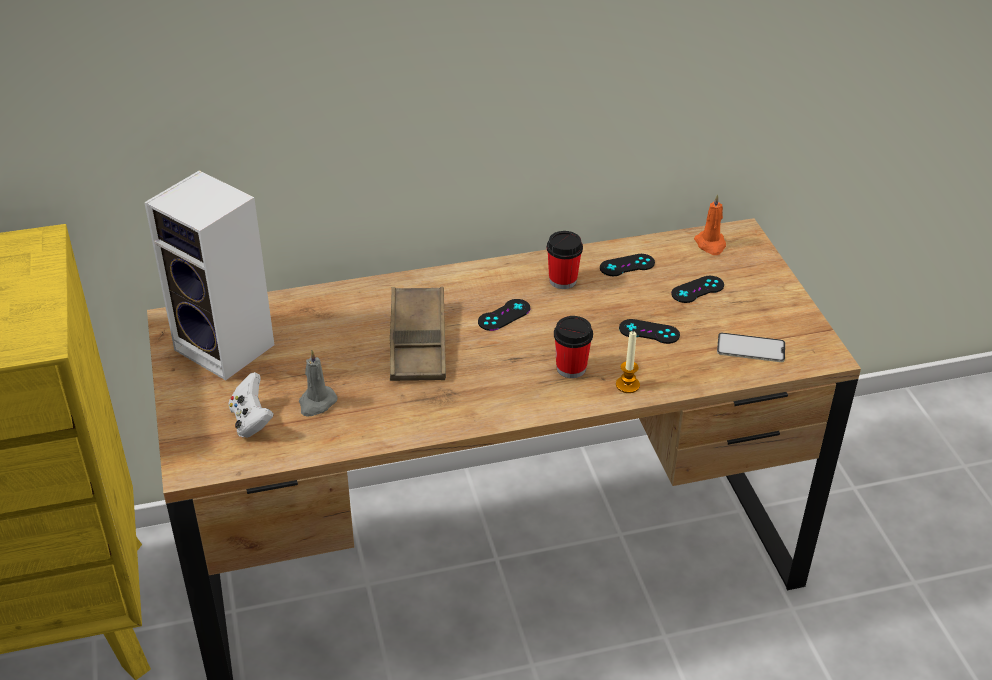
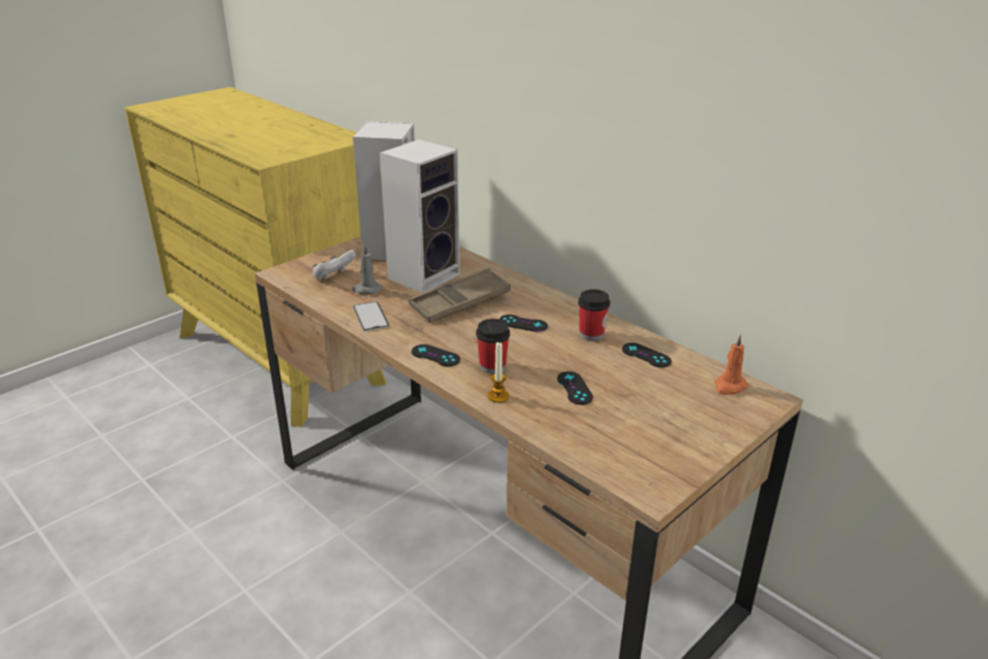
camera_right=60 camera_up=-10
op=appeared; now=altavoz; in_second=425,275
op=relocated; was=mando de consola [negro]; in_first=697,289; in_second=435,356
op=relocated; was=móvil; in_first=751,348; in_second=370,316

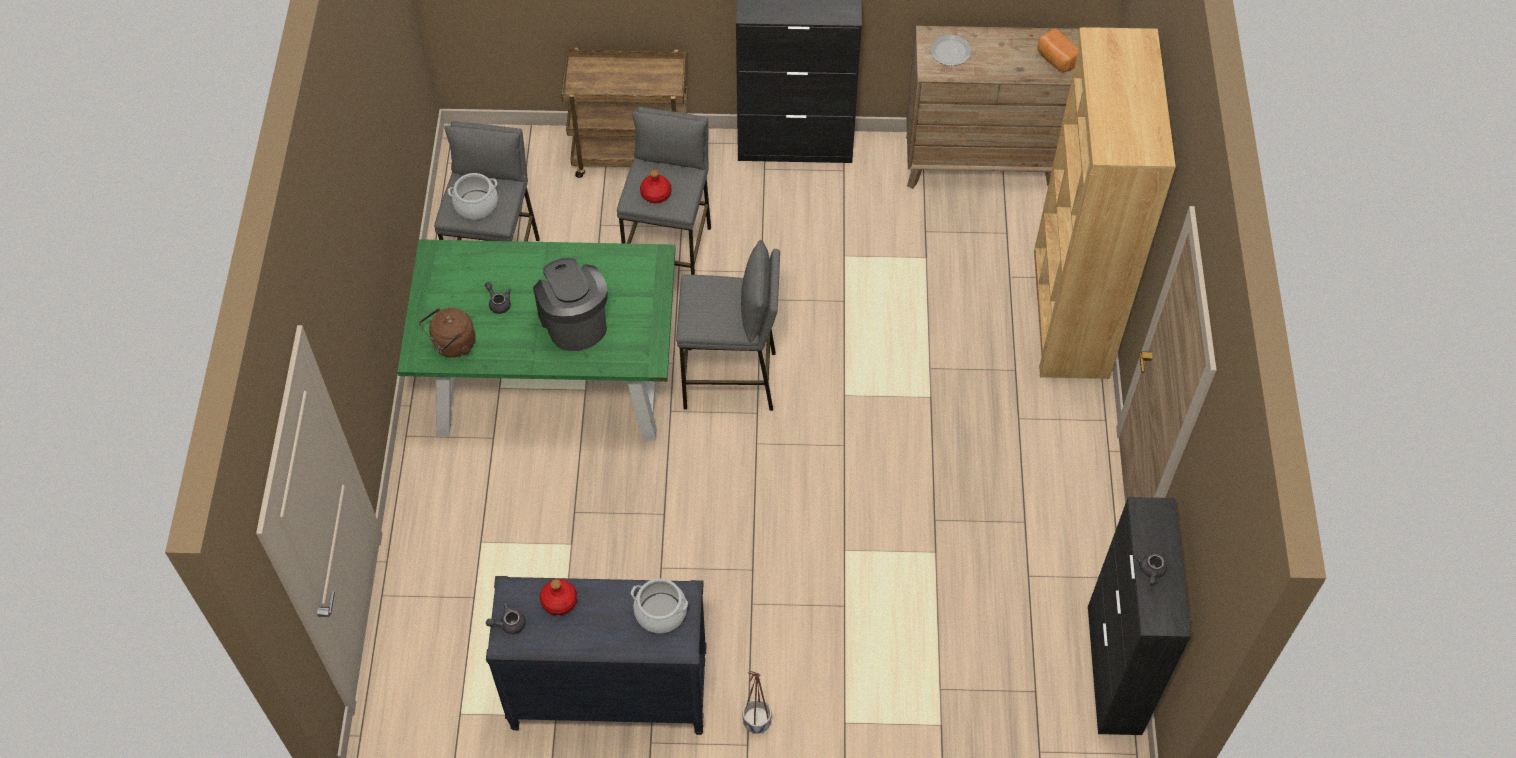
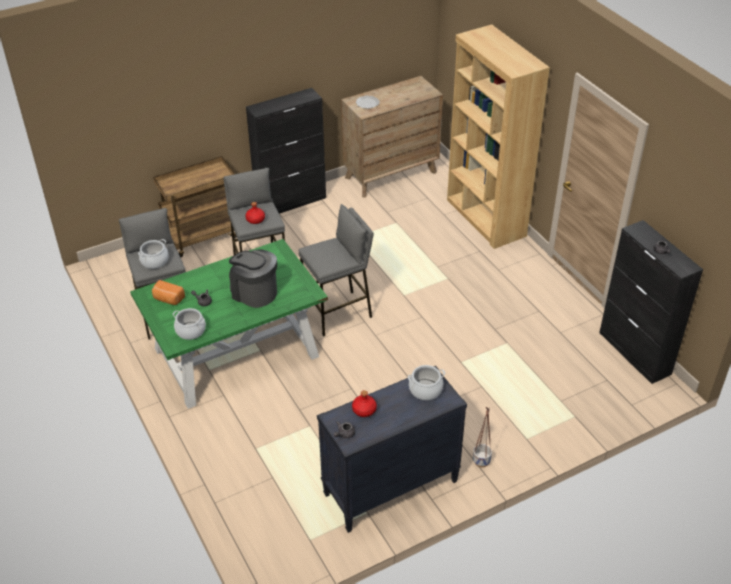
camera_right=-30 camera_up=-15
op=relocated; was=pan; in_first=1056,59; in_second=168,299
op=exchanged; was=hervidor [marrón]; now=olla; in_first=452,345; in_second=190,331

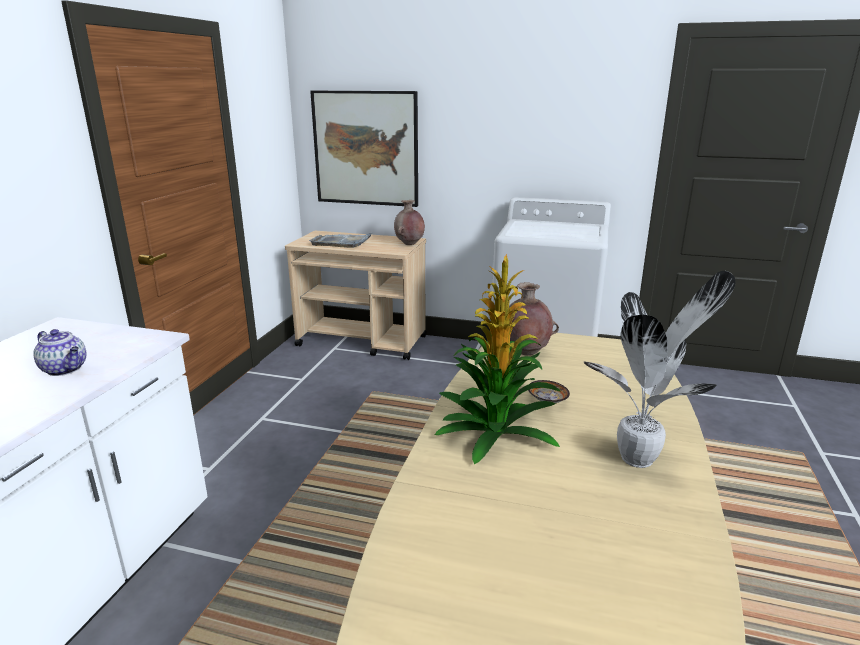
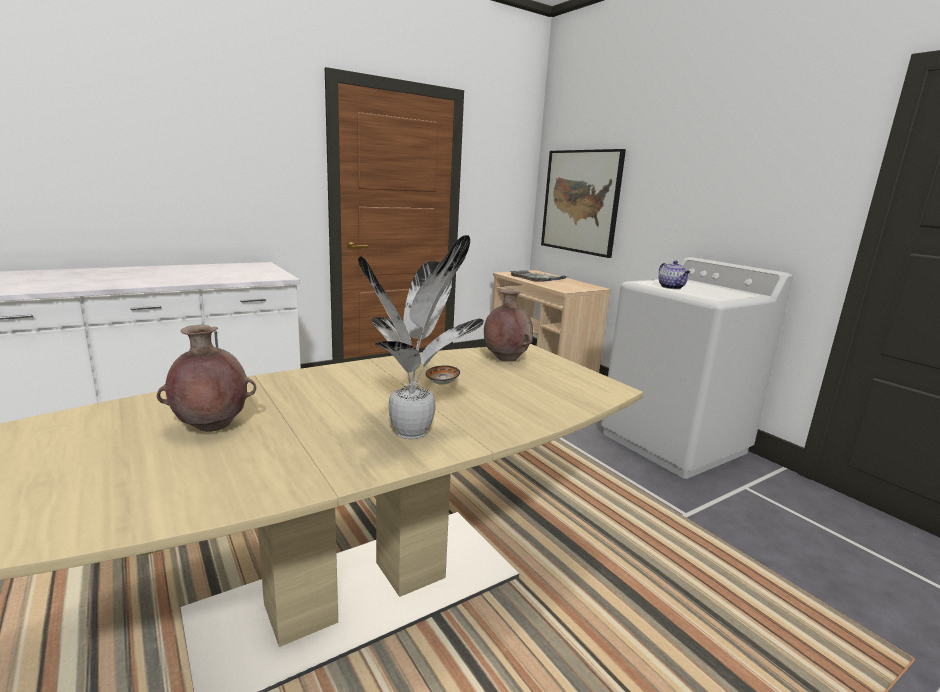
camera_right=40 camera_up=-5
op=missing; was=planta en maceta; in_first=494,432
op=relocated; was=tetera; in_first=65,369; in_second=672,287
op=relocated; was=florero [marrón]; in_first=409,244; in_second=211,427

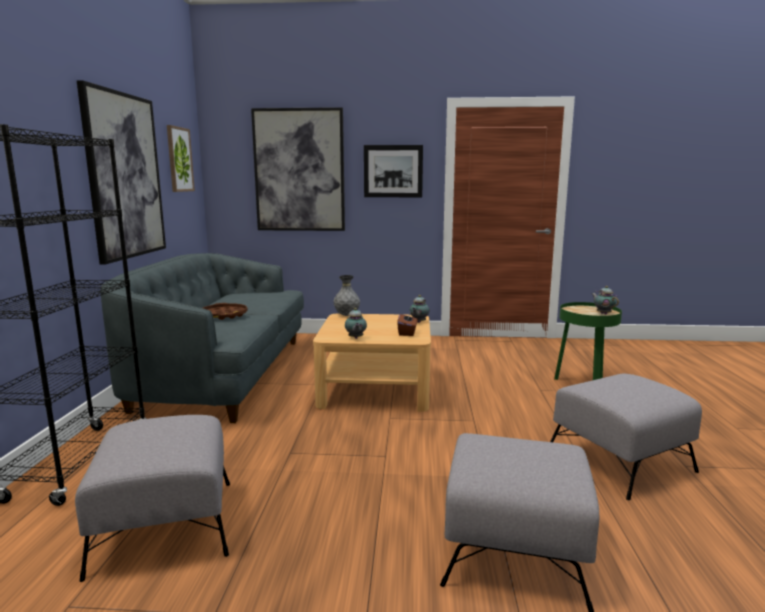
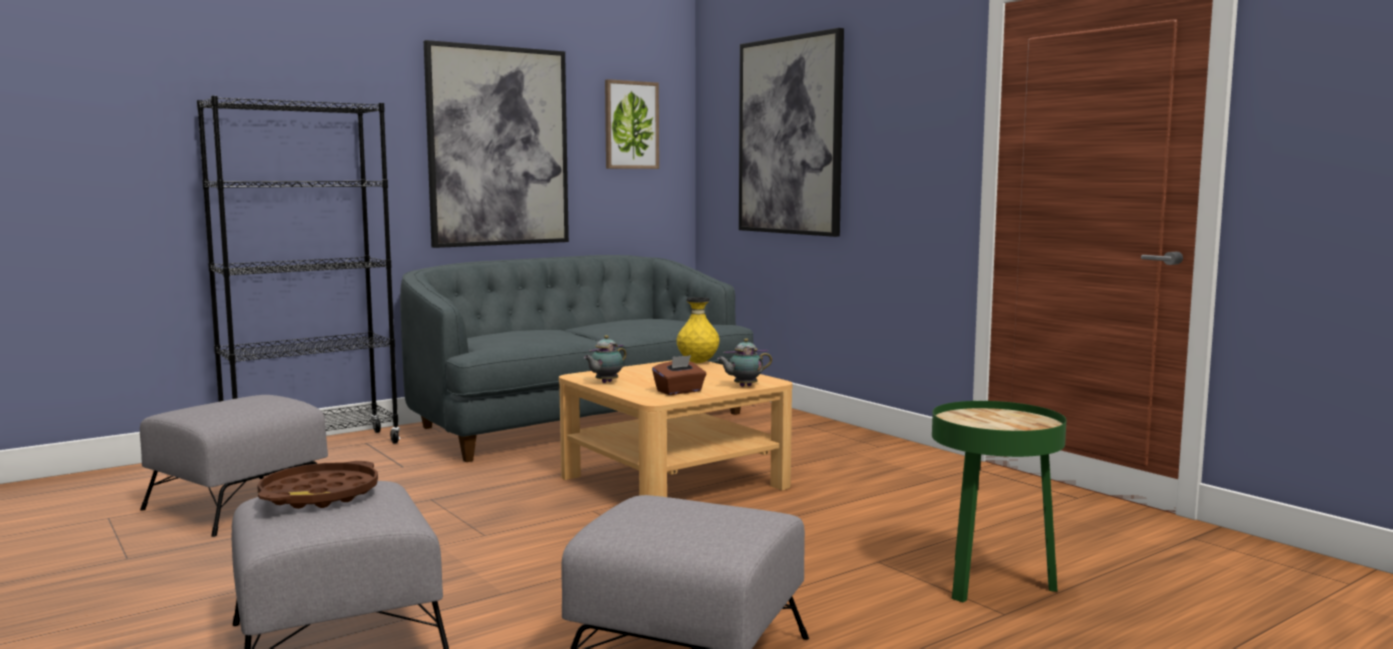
camera_right=50 camera_up=-5
op=missing; was=cuadro; in_first=393,171
op=missing; was=tetera; in_first=603,313
op=relocated; was=bandeja [marrón]; in_first=224,315; in_second=320,495
op=colour; was=florero [gris]; now=florero [amarillo]; in_first=347,315; in_second=698,363

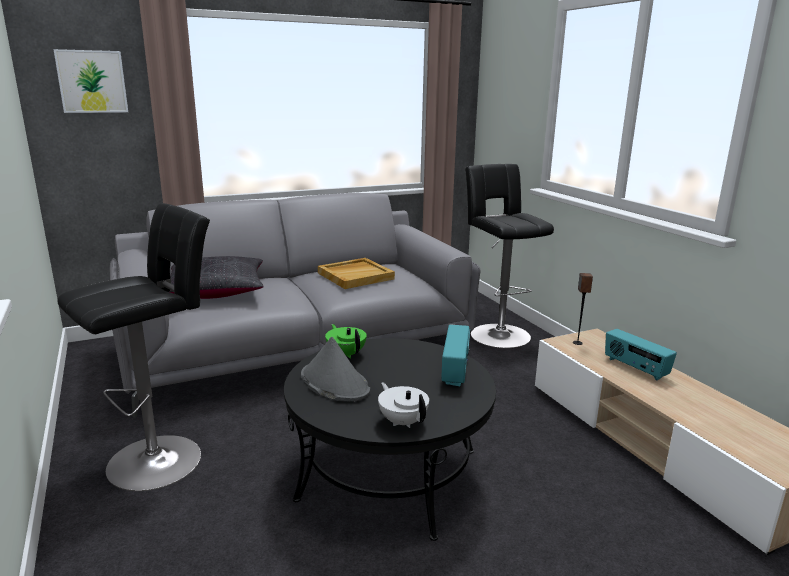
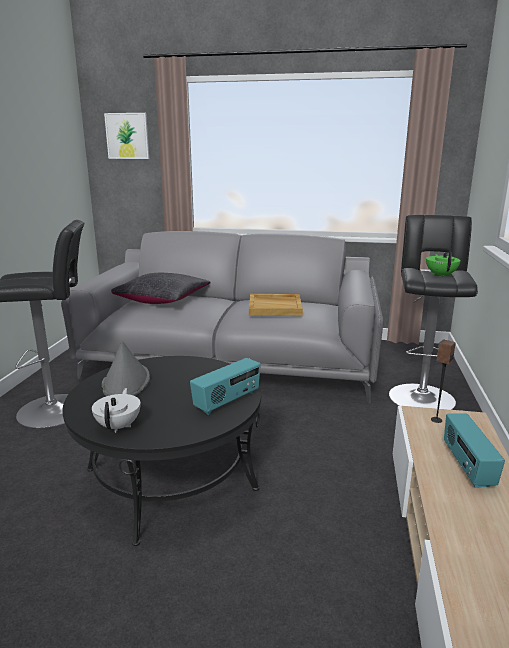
camera_right=35 camera_up=0
op=relocated; was=tetera [verde]; in_first=346,354; in_second=441,275

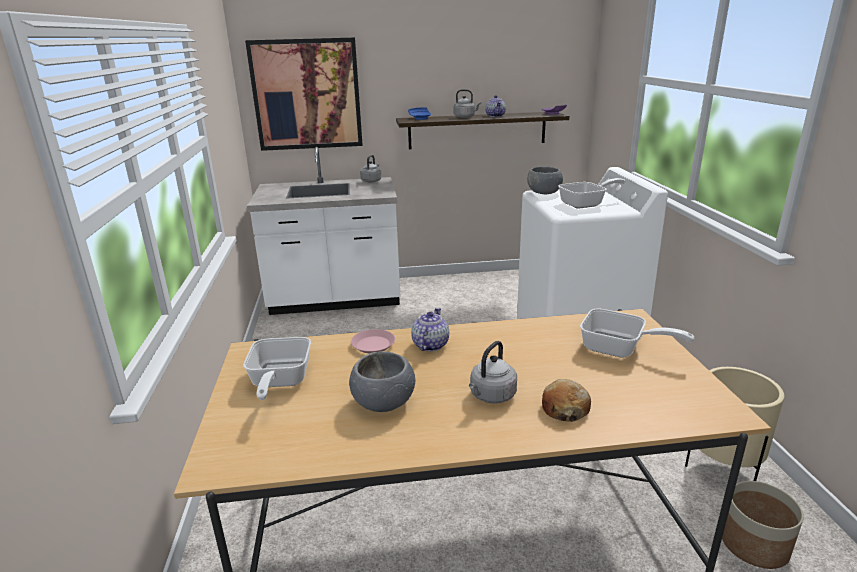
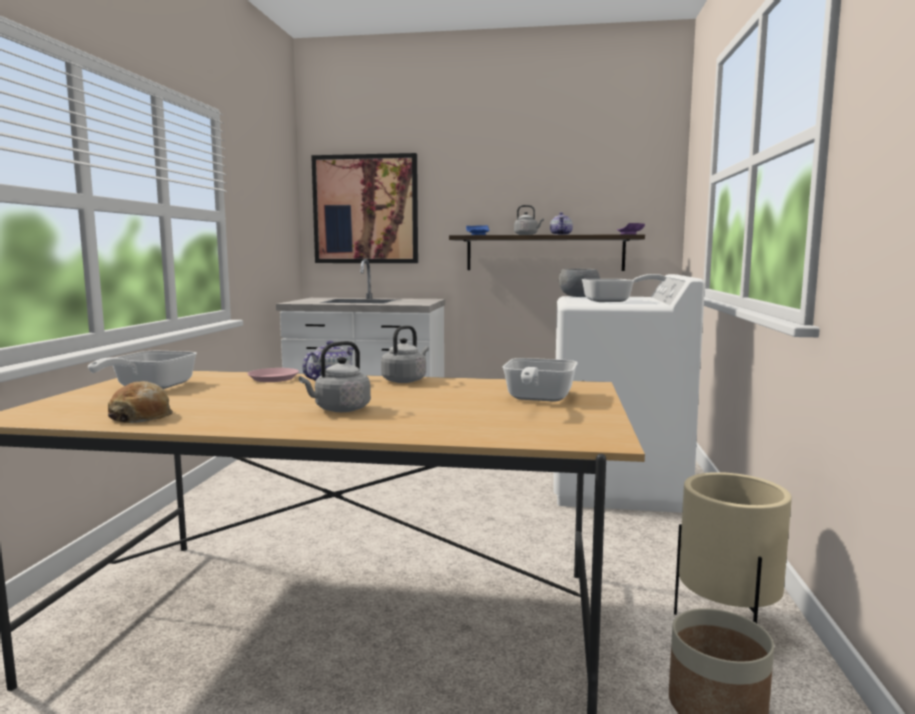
camera_right=15 camera_up=-15
op=missing; was=cuenco [gris]; in_first=384,402
op=relocated; was=hervidor [gris]; in_first=371,181; in_second=405,380
op=relocated; was=pan; in_first=564,408; in_second=141,416
op=spun; was=sartén; in_first=619,349; in_second=537,399; clockwise=60

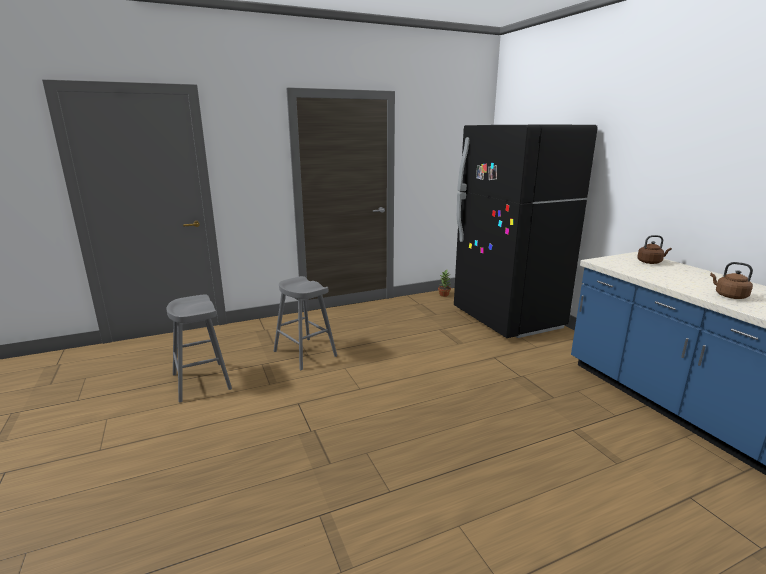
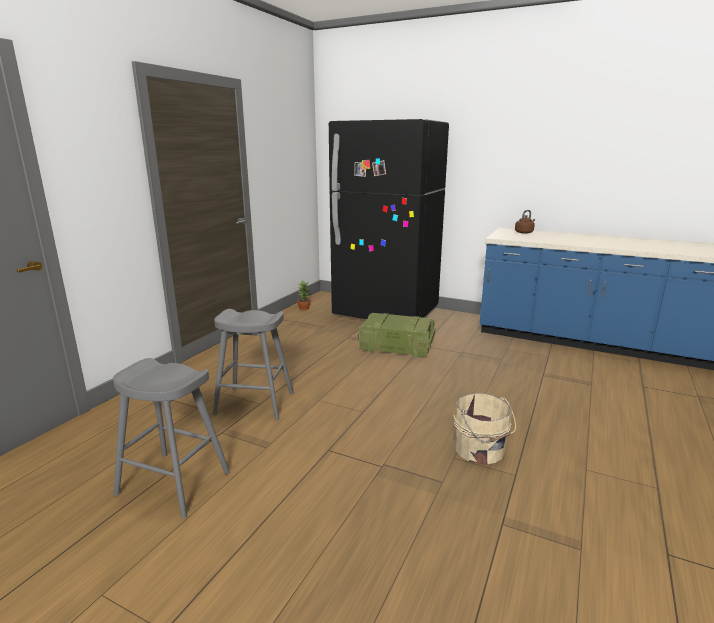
camera_right=-40 camera_up=0
op=missing; was=hervidor [marrón]; in_first=729,296
op=appeared; now=caja de embalaje; in_second=397,347
op=appeared; now=cubo [beis]; in_second=480,451

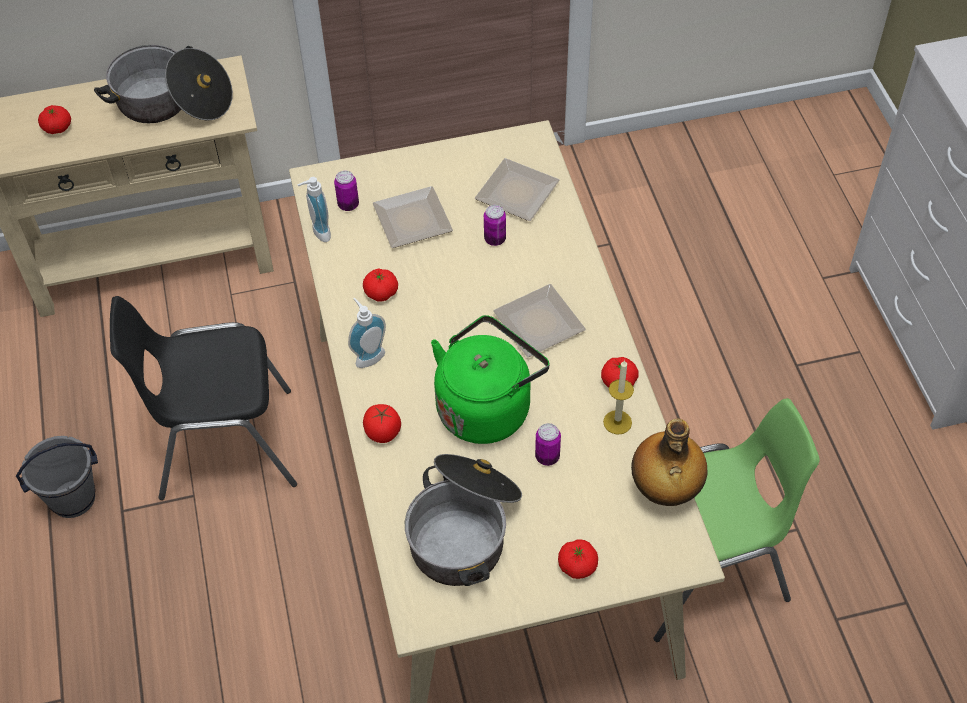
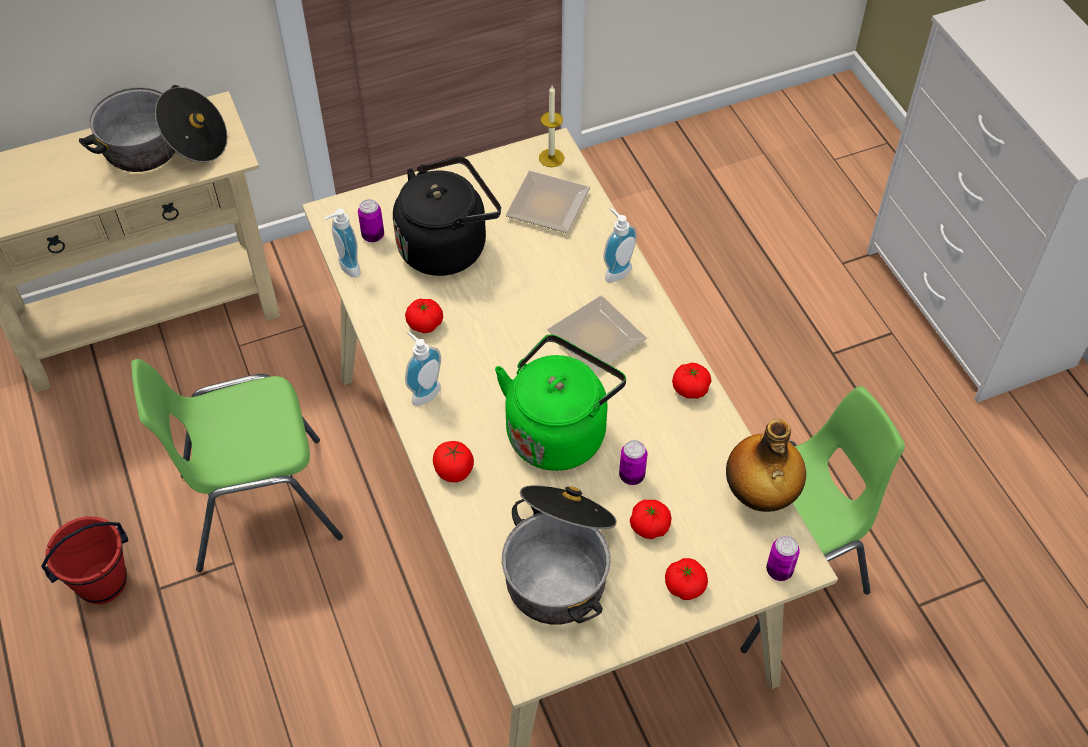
camera_right=-10 camera_up=0
op=appeared; now=dispensador de jabón; in_second=615,270
op=relocated; was=tomate; in_first=57,128; in_second=649,526
op=relocated; was=lata; in_first=495,239; in_second=779,570
op=relocated; was=vela; in_first=617,422; in_second=551,158
op=exchanged; was=plato; now=hervidor [negro]; in_first=415,221; in_second=447,246
op=colour; was=cubo [gris]; now=cubo [rojo]; in_first=73,498; in_second=102,582
op=colour; was=silla [negro]; now=silla [verde]; in_first=224,444; in_second=258,505

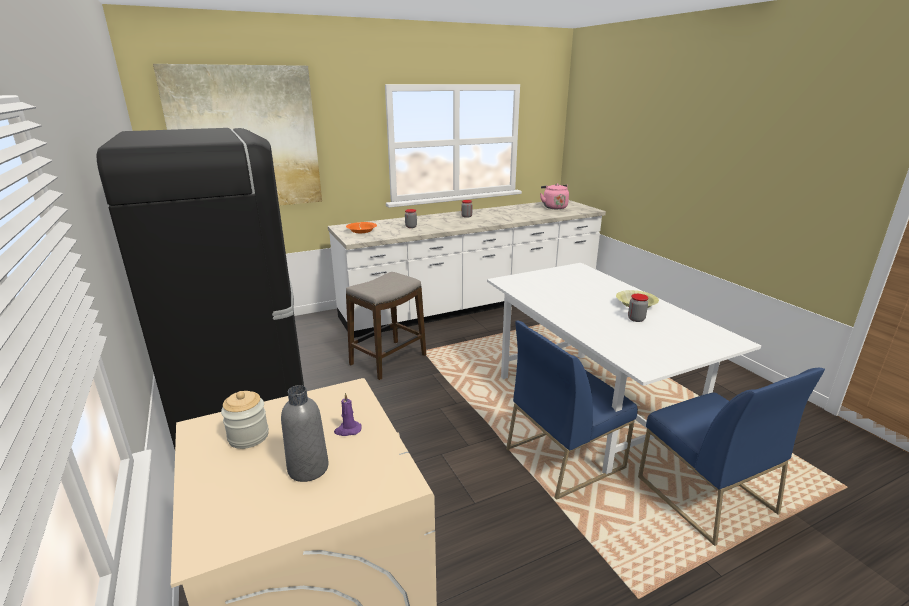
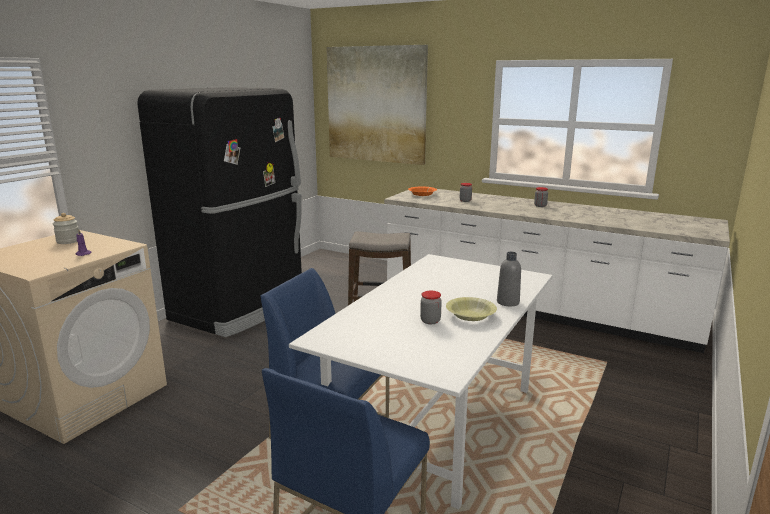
camera_right=55 camera_up=-5
op=missing; was=hervidor [rosa]; in_first=554,207
op=relocated; was=botella [gris]; in_first=308,468; in_second=508,302

